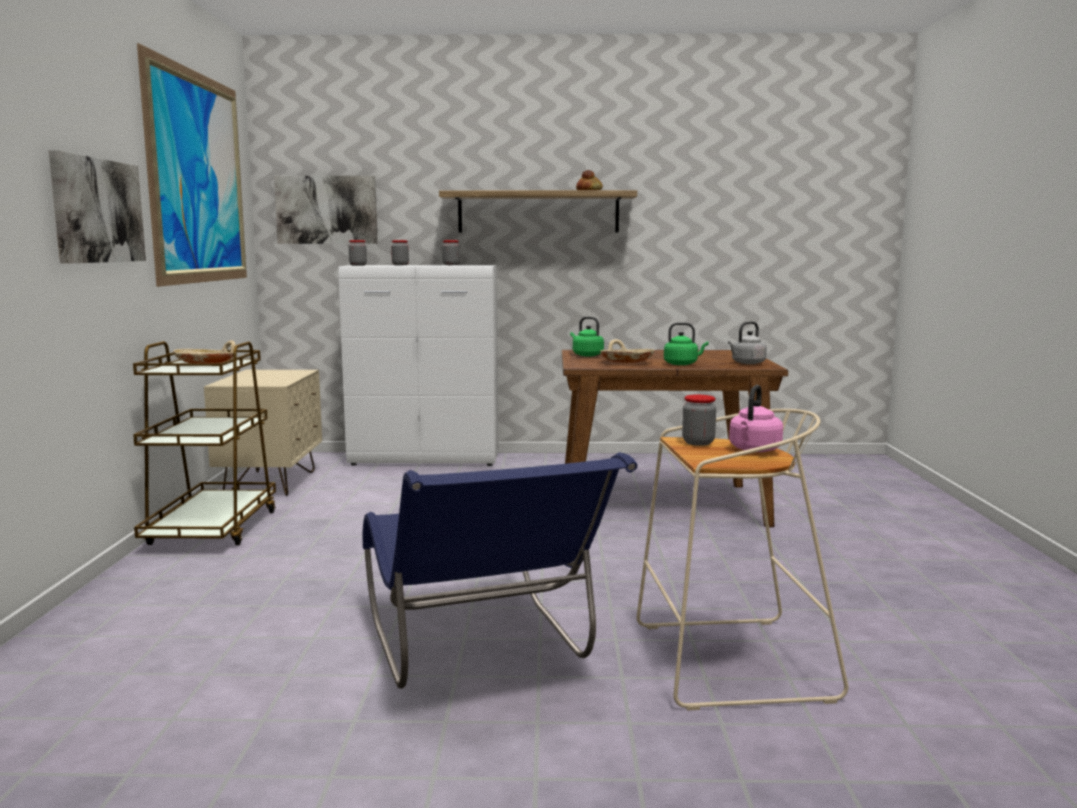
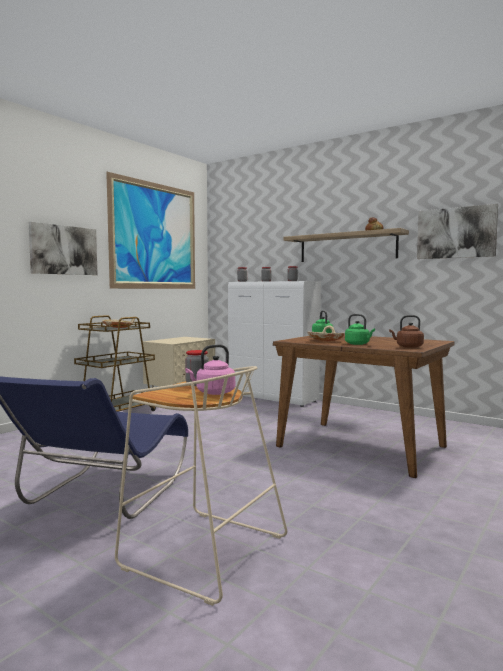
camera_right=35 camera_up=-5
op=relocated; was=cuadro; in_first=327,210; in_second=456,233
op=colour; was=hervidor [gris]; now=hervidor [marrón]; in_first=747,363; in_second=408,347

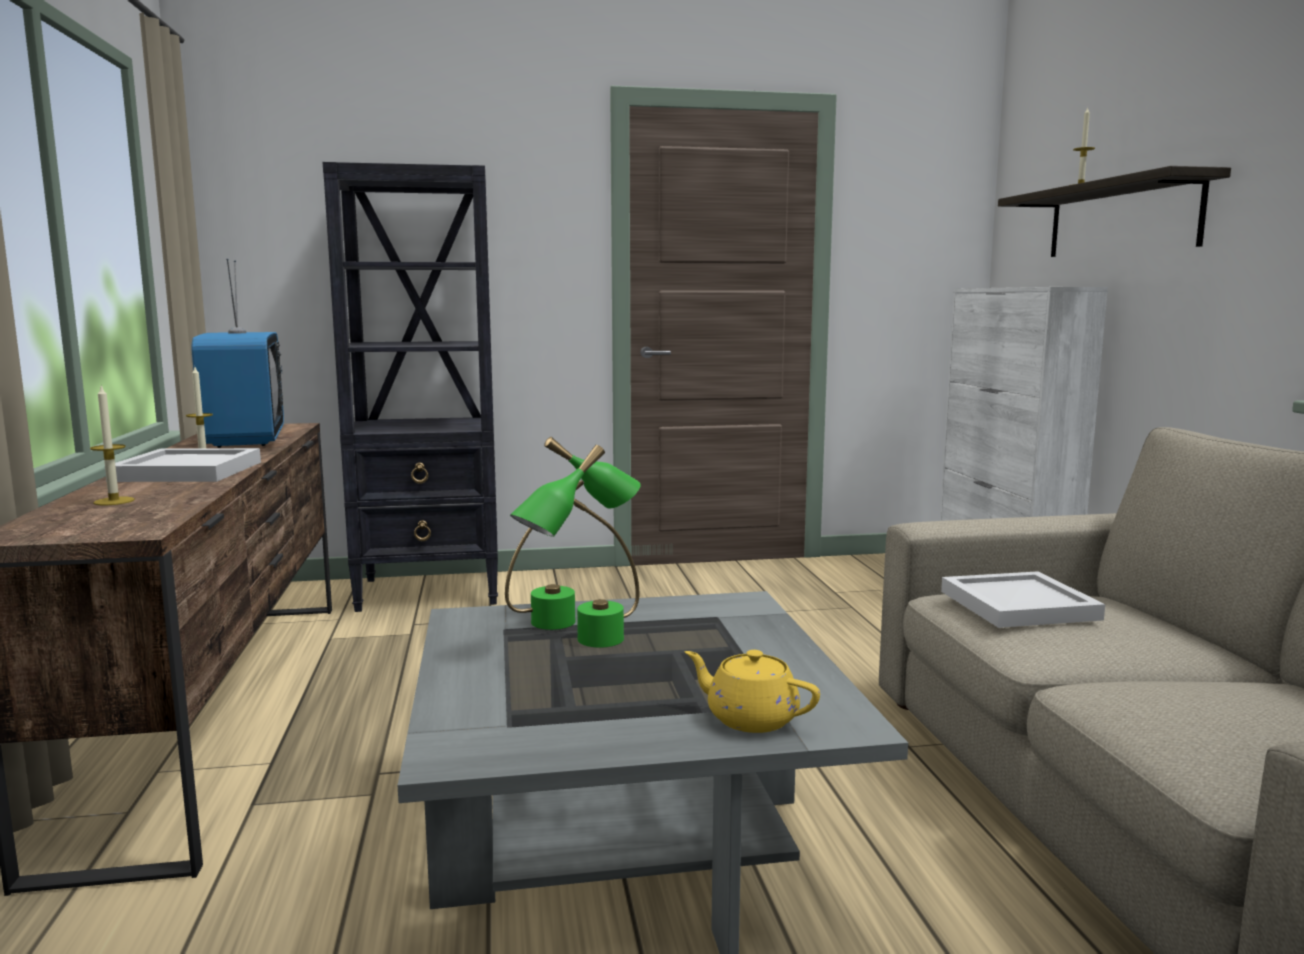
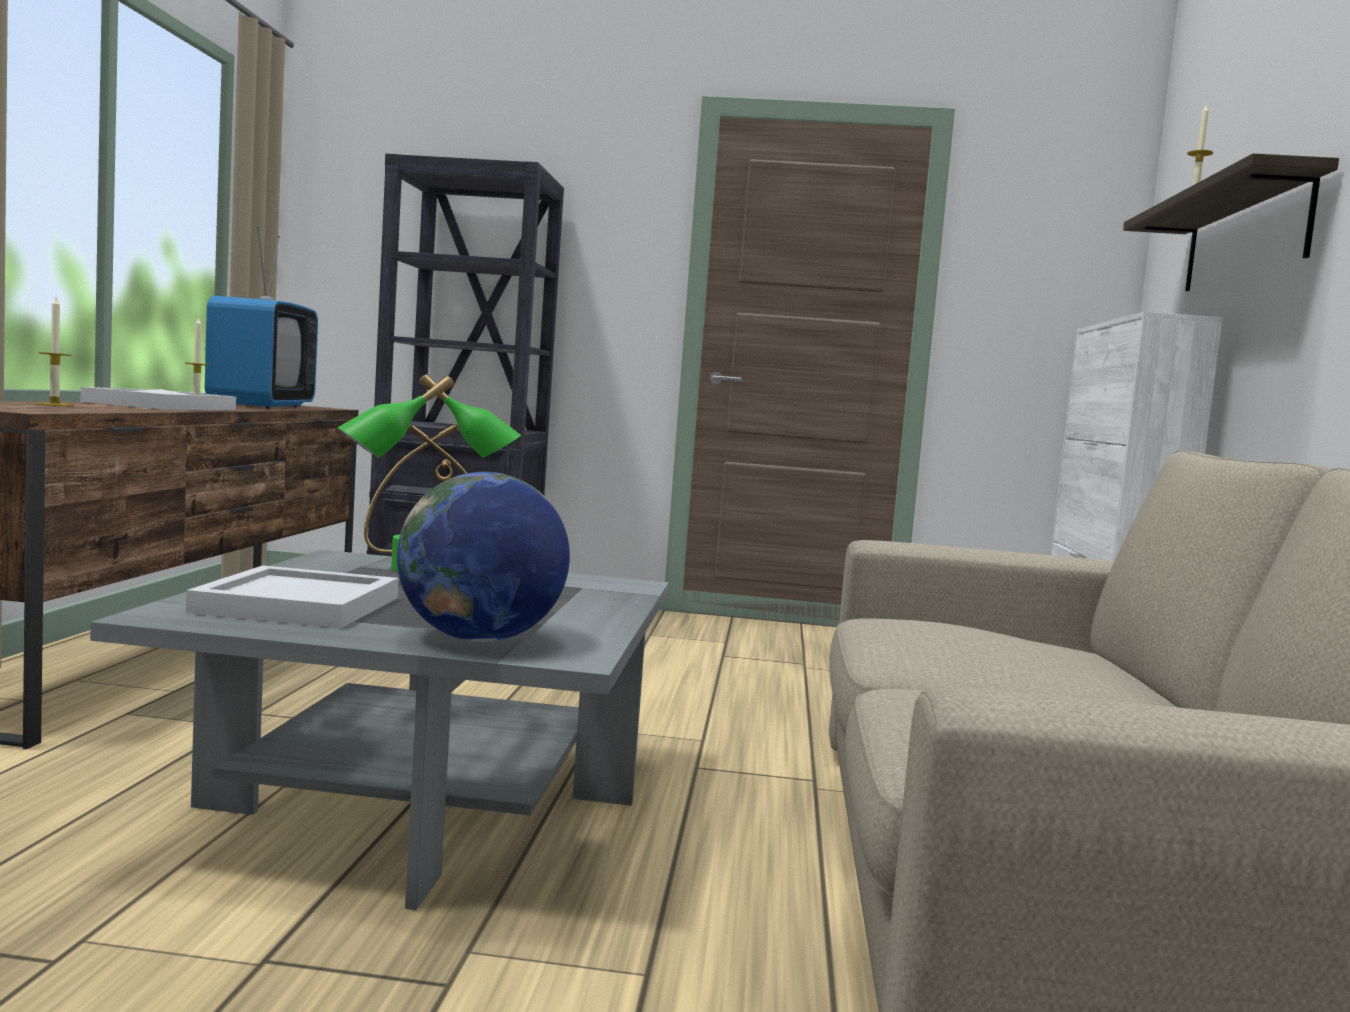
camera_right=15 camera_up=-5
op=relocated; was=bandeja [blanco]; in_first=1019,604; in_second=302,604
op=exchanged; was=tetera [amarillo]; now=globo terráqueo; in_first=750,718; in_second=479,639

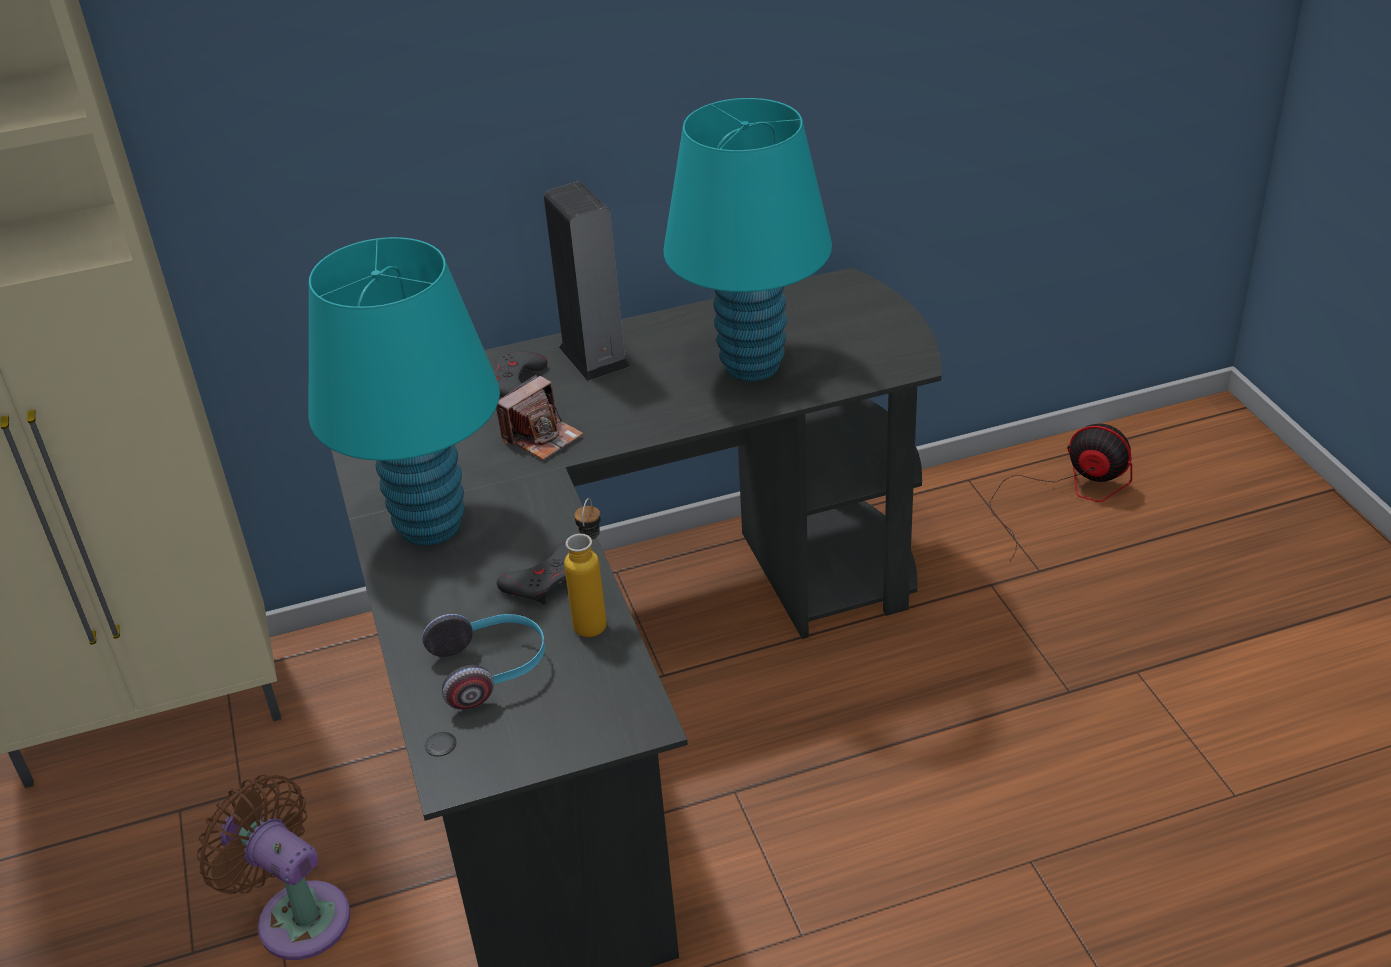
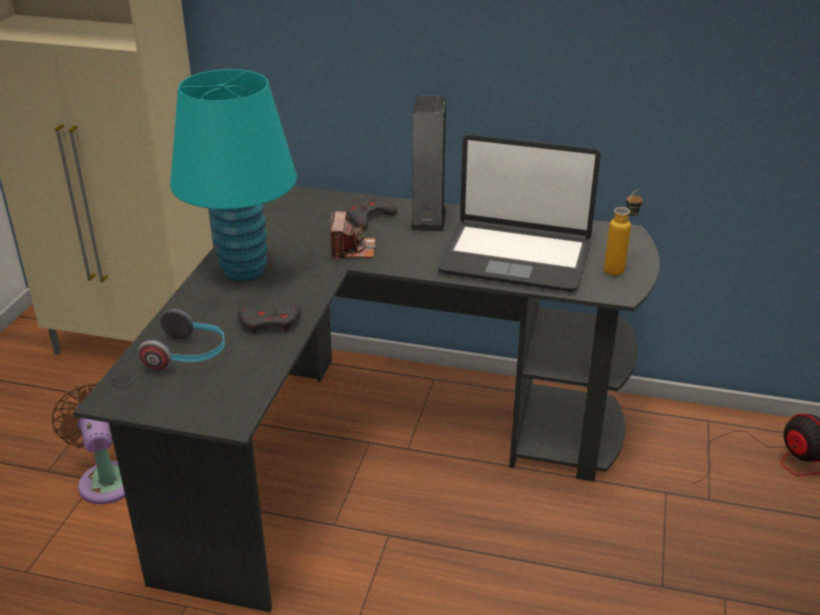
camera_right=30 camera_up=-5
op=relocated; was=botella; in_first=594,617; in_second=619,268
op=exchanged; was=lámpara de mesa [turquesa]; now=portátil; in_first=752,365; in_second=515,257
op=spun; was=cámara; in_first=542,437; in_second=352,249; clockwise=-75

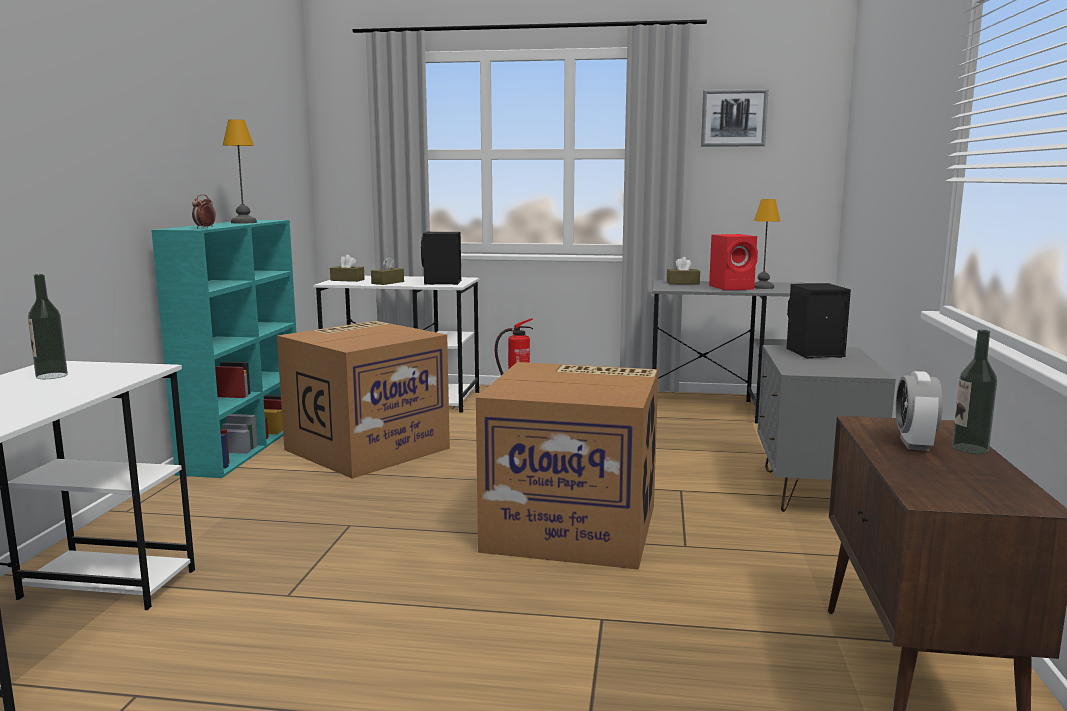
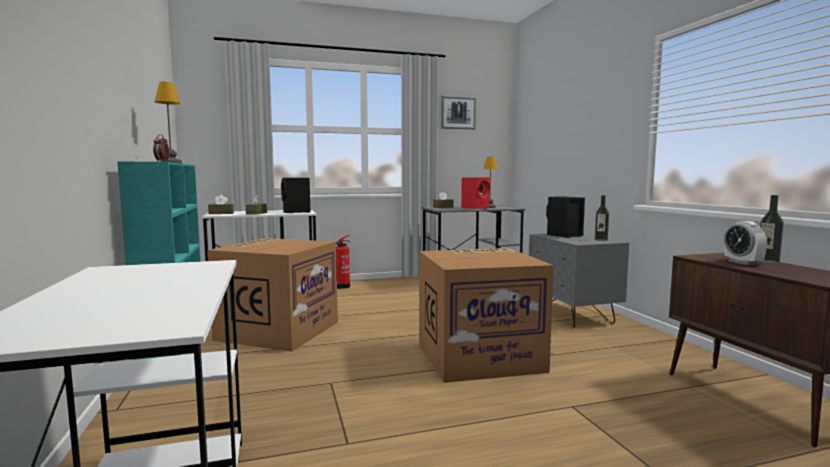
camera_right=-25 camera_up=-5
op=relocated; was=botella; in_first=51,376; in_second=601,240

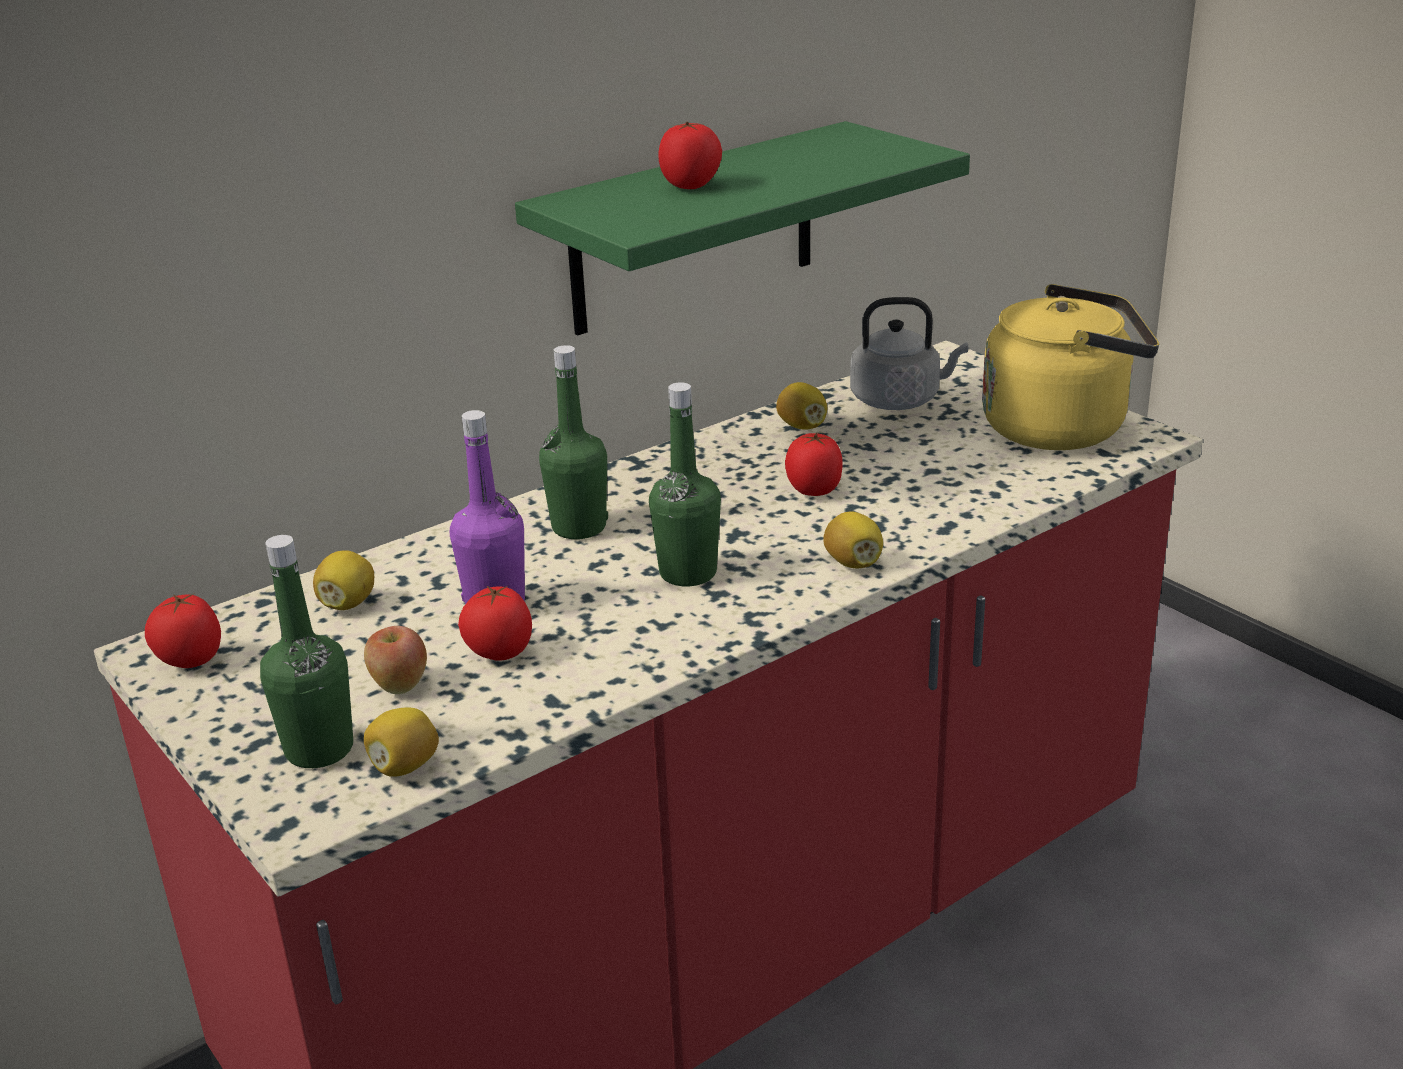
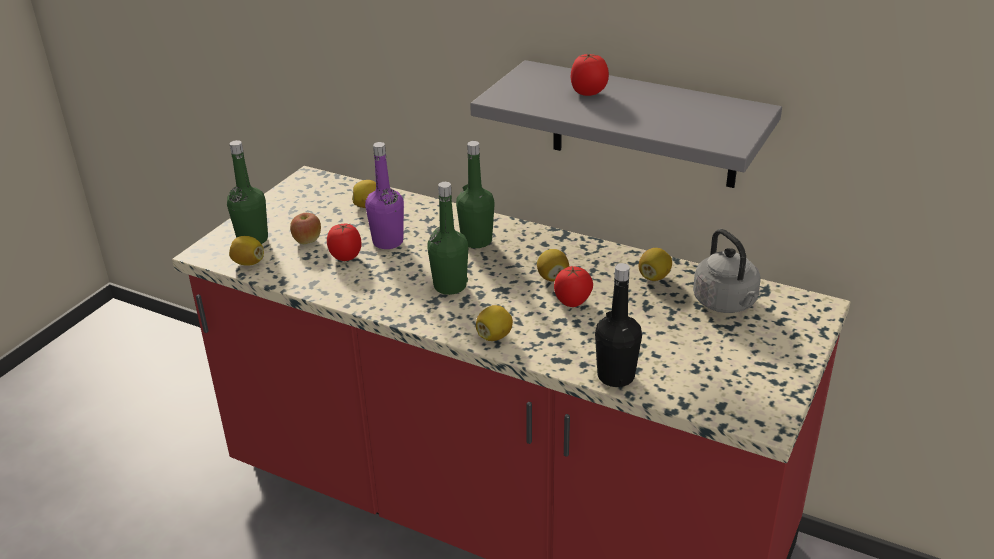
camera_right=65 camera_up=5
op=missing; was=tomate; in_first=190,661
op=missing; was=hervidor [amarillo]; in_first=1062,428
op=appeared; now=limón; in_second=552,277
op=appeared; now=botella [negro]; in_second=616,376
op=colour; was=estante [verde]; now=estante [gris]; in_first=694,229; in_second=644,125

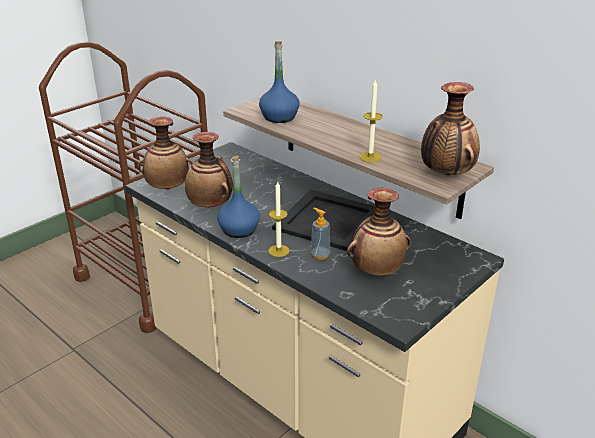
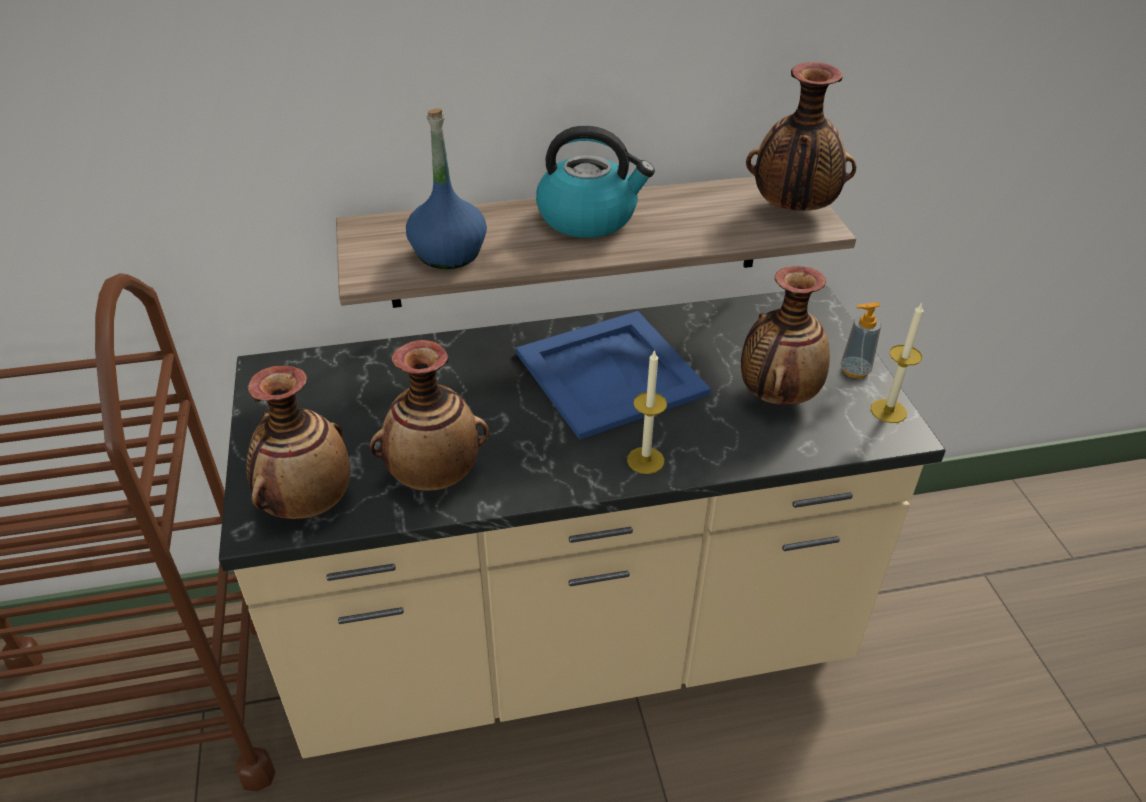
camera_right=-55 camera_up=10
op=missing; was=botella [azul]; in_first=239,230
op=appeared; now=hervidor; in_second=589,217
op=relocated; was=dispensador de jabón; in_first=320,255; in_second=855,370
op=relocated; was=vela; in_first=370,157; in_second=888,411
op=colour; was=bandeja [negro]; now=bandeja [azul]; in_first=329,220; in_second=611,372

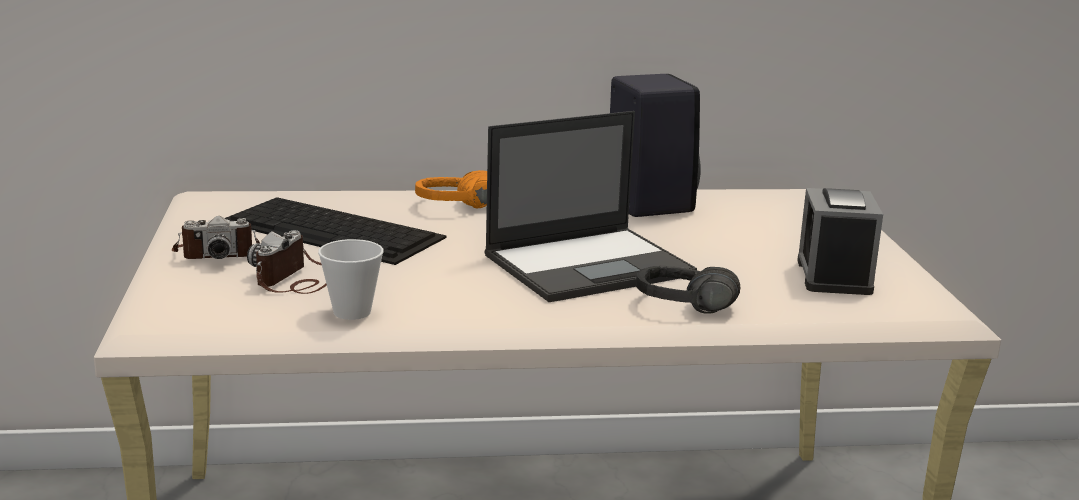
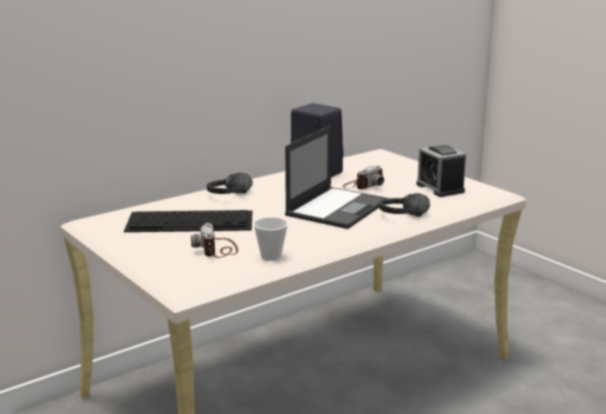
camera_right=-30 camera_up=0
op=relocated; was=cámara; in_first=216,253; in_second=363,185
op=colour; was=auriculares [naranja]; now=auriculares [negro]; in_first=459,210; in_second=235,196

